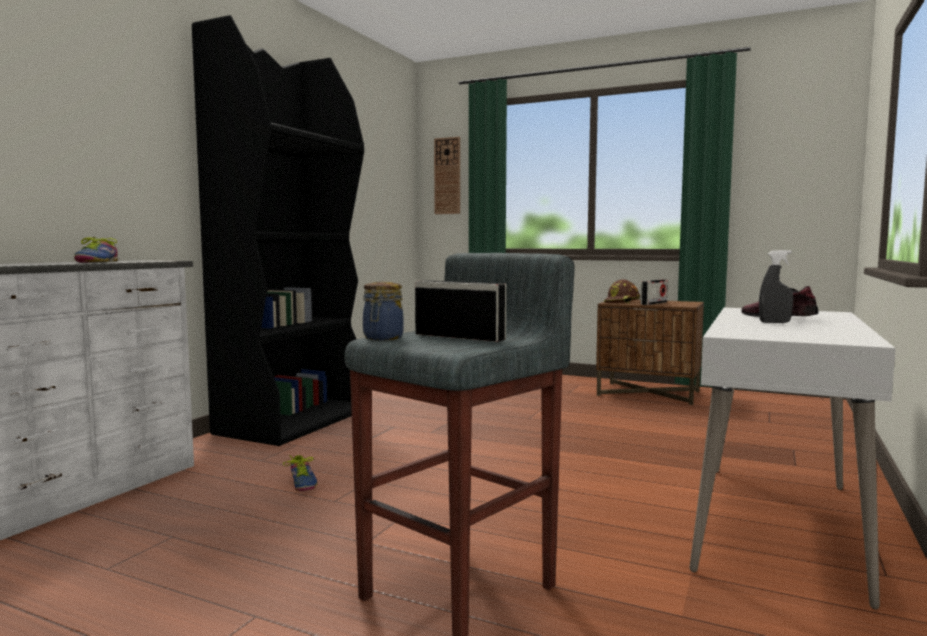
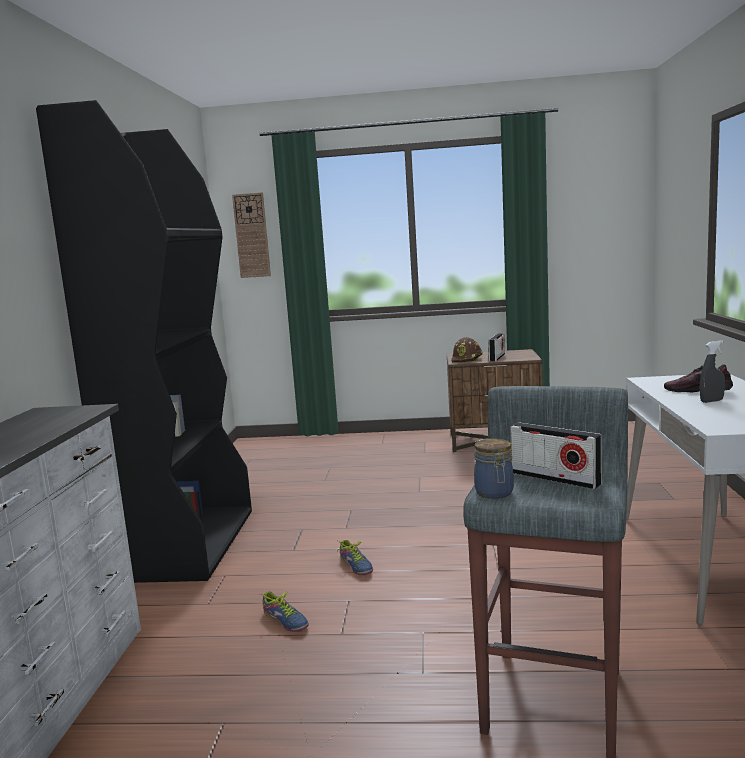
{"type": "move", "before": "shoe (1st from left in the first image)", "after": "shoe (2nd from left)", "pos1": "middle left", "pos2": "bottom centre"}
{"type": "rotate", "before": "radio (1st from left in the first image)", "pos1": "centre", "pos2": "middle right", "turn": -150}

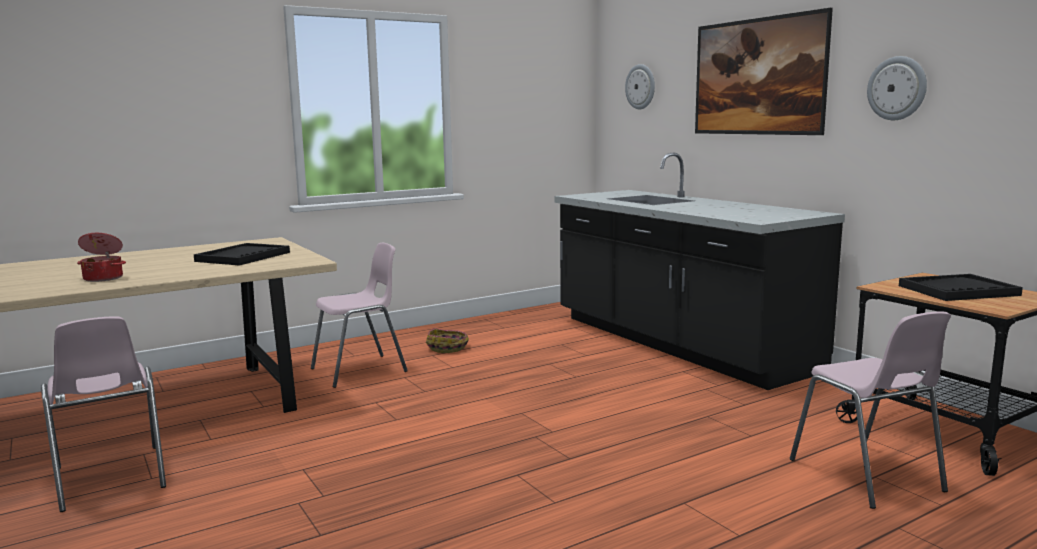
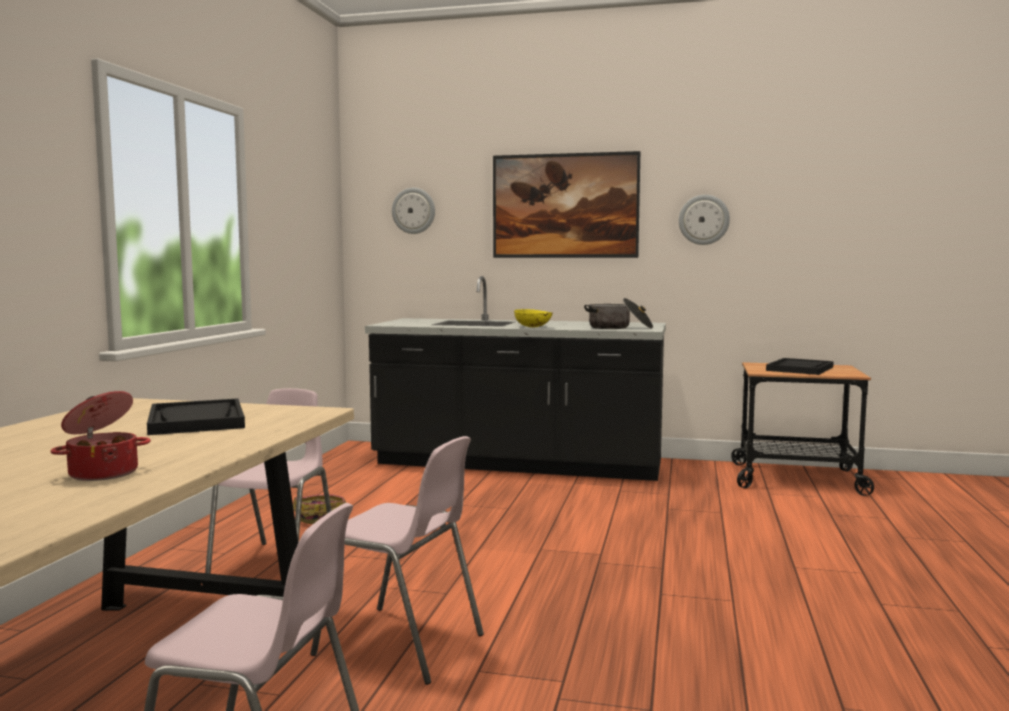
{"type": "insert", "after": "yellow bowl", "pos2": "centre"}
{"type": "insert", "after": "cooking pot (2nd from left)", "pos2": "centre"}
{"type": "move", "before": "pink chair (3rd from left)", "pos1": "bottom right", "pos2": "bottom centre"}

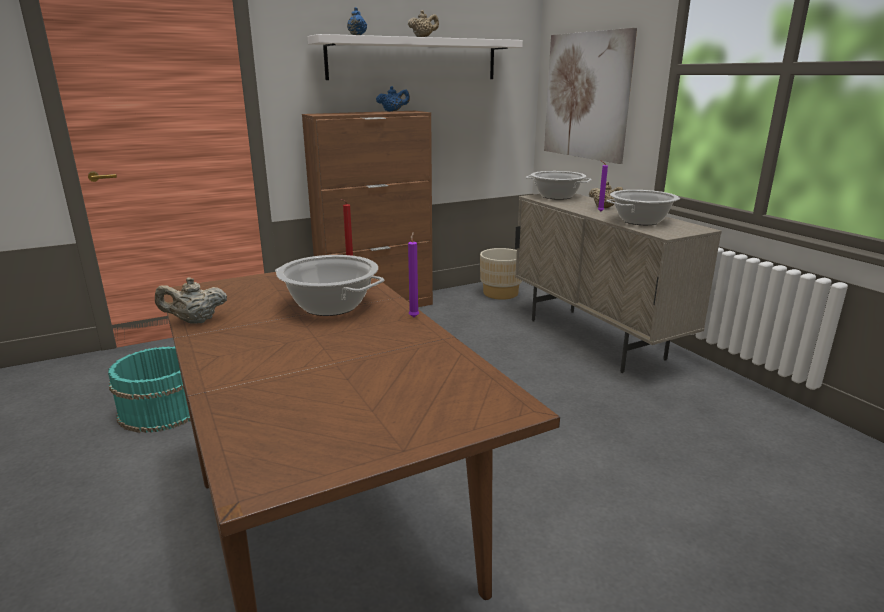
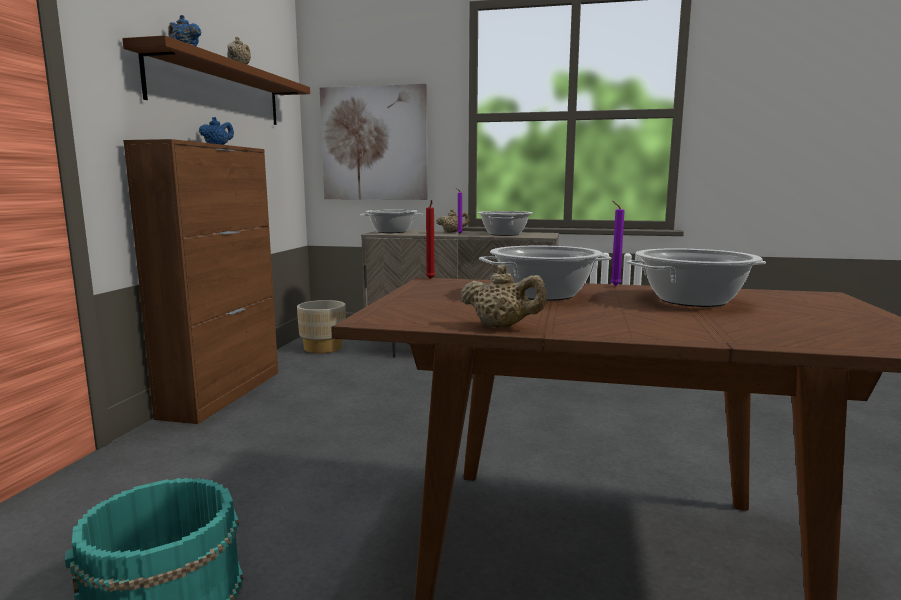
{"type": "insert", "after": "cooking pot (4th from left)", "pos2": "middle right"}
{"type": "recolor", "before": "white shelf", "after": "brown shelf", "pos1": "top centre", "pos2": "top left"}
{"type": "rotate", "before": "beige teapot (1st from left in the first image)", "pos1": "middle left", "pos2": "centre", "turn": -90}

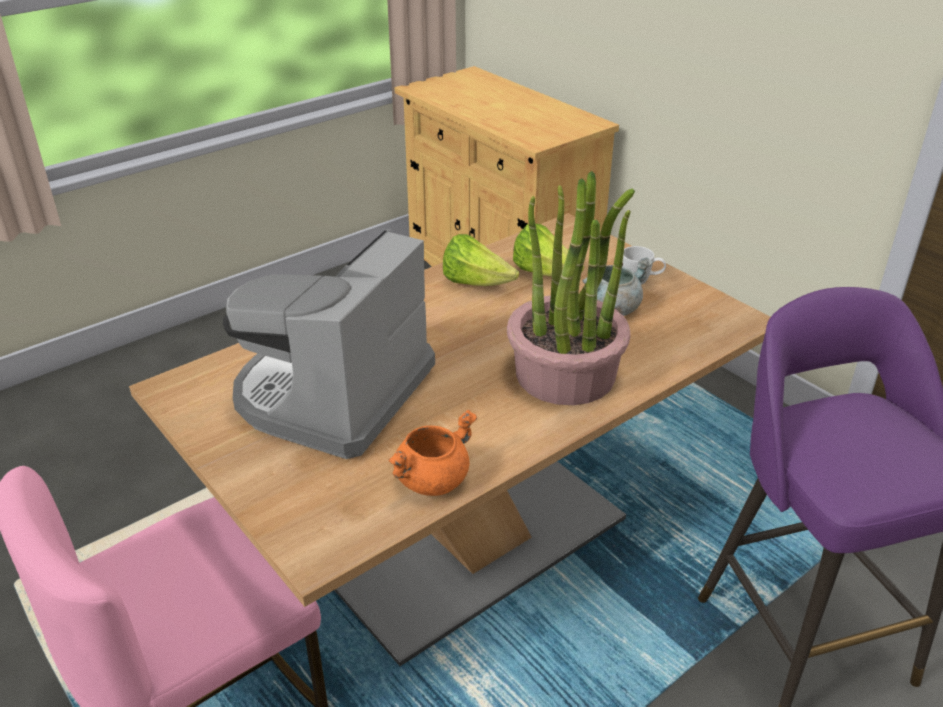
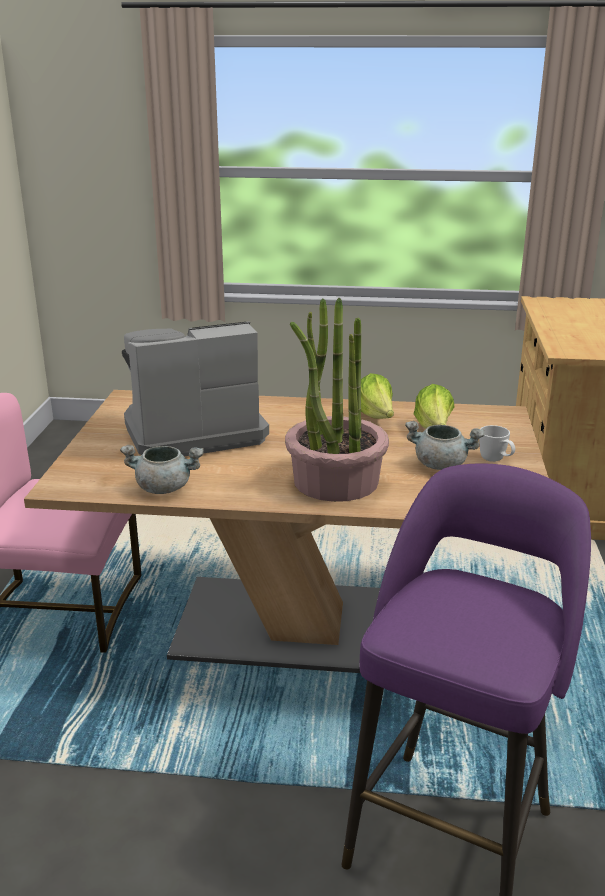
{"type": "recolor", "before": "orange cooking pot", "after": "grey cooking pot (1st from left)", "pos1": "centre", "pos2": "middle left"}

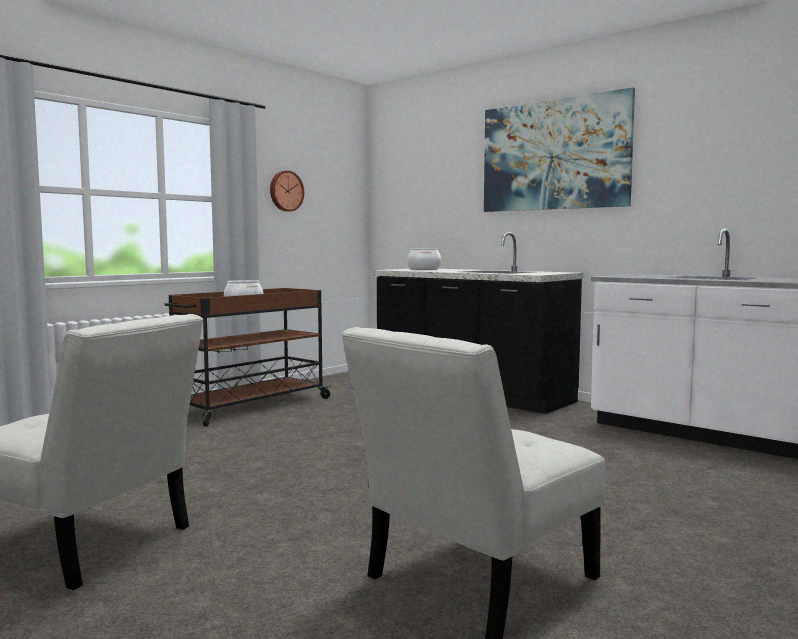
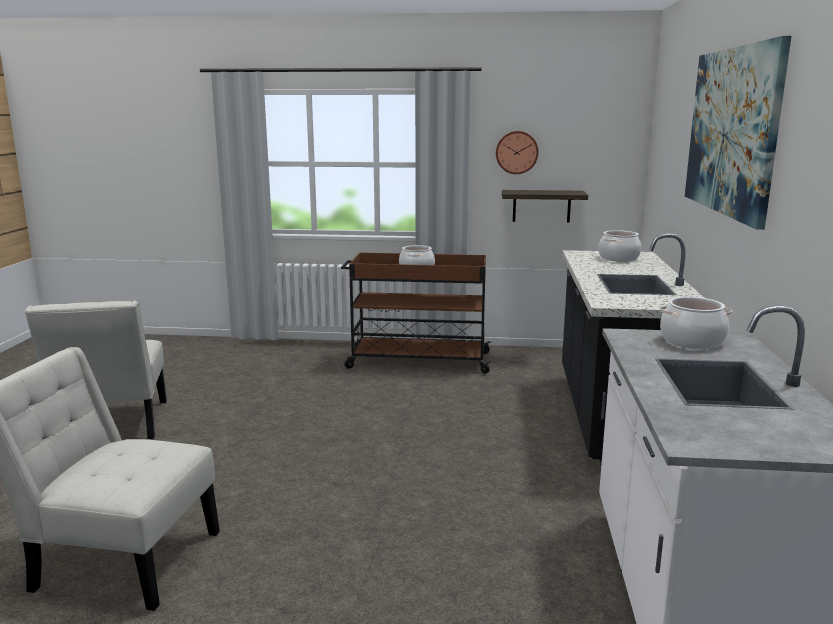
{"type": "insert", "after": "shelf", "pos2": "top centre"}
{"type": "insert", "after": "cooking pot (3rd from left)", "pos2": "middle right"}

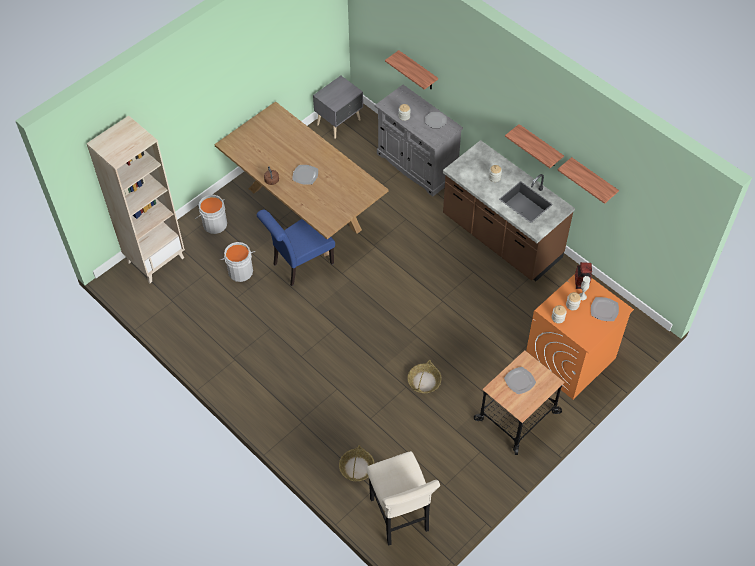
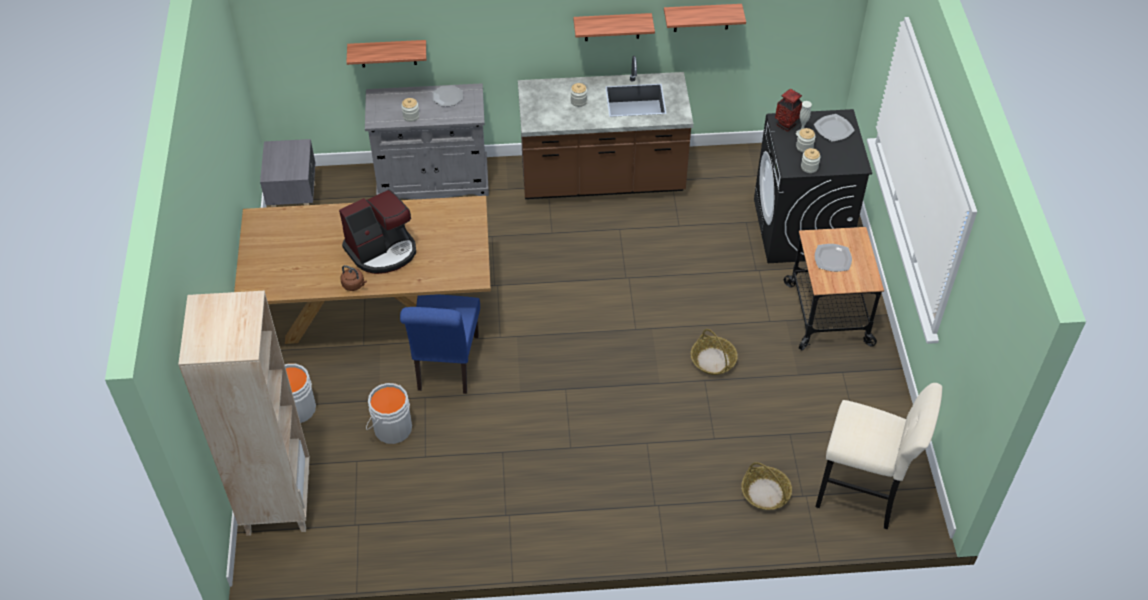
{"type": "replace", "before": "plate (1st from left)", "after": "coffee machine", "pos1": "top centre", "pos2": "middle left"}
{"type": "recolor", "before": "orange washing machine", "after": "black washing machine", "pos1": "middle right", "pos2": "top right"}

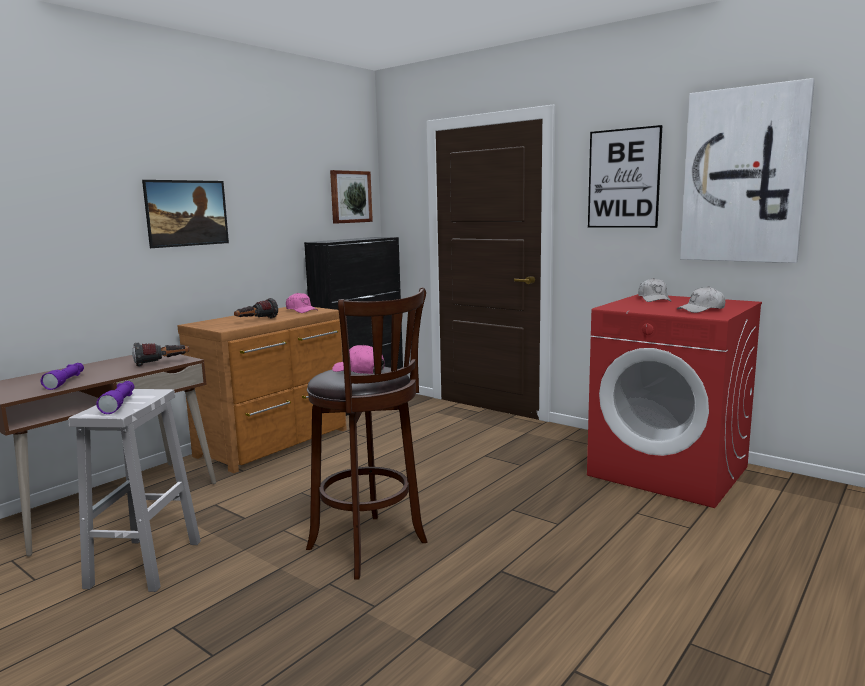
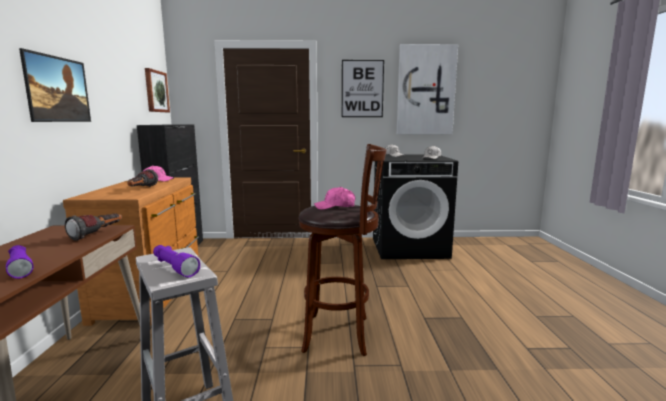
{"type": "recolor", "before": "red washing machine", "after": "black washing machine", "pos1": "middle right", "pos2": "centre"}

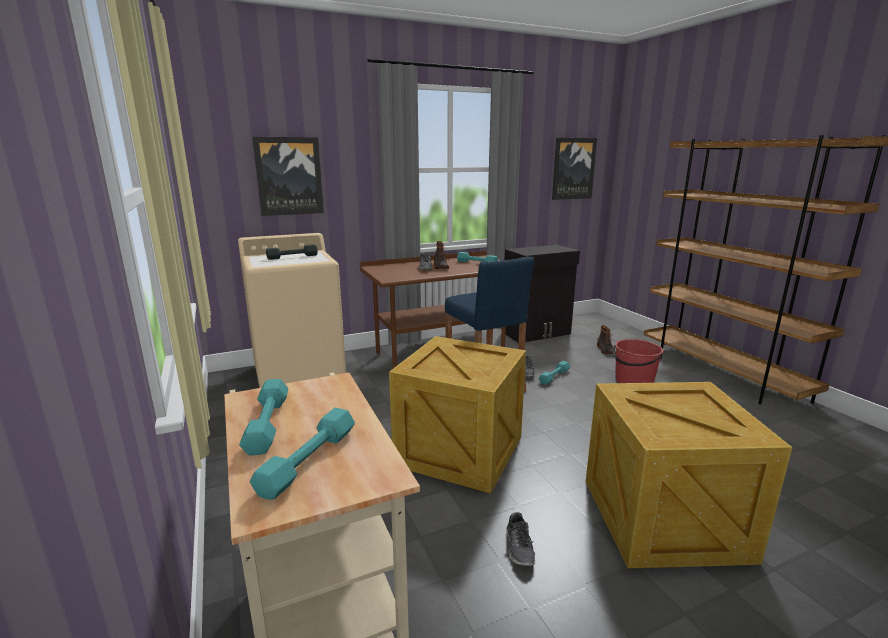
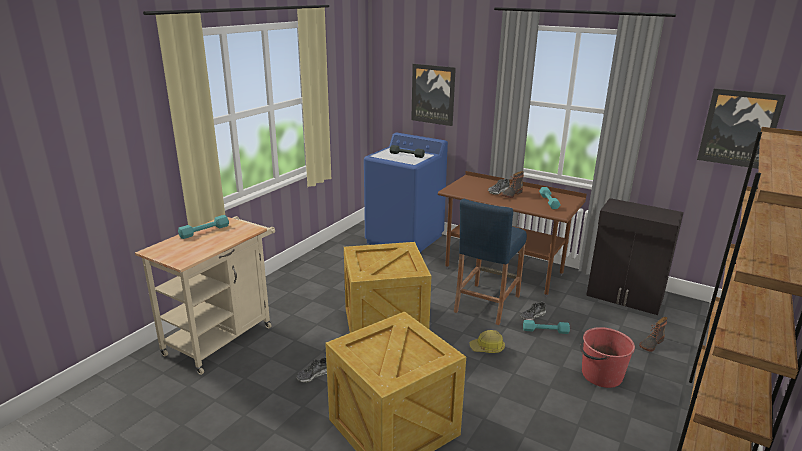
{"type": "delete", "before": "turquoise dumbbell (2nd from left)", "pos1": "bottom centre"}
{"type": "insert", "after": "hard hat", "pos2": "bottom centre"}
{"type": "recolor", "before": "beige washing machine", "after": "blue washing machine", "pos1": "middle left", "pos2": "centre"}

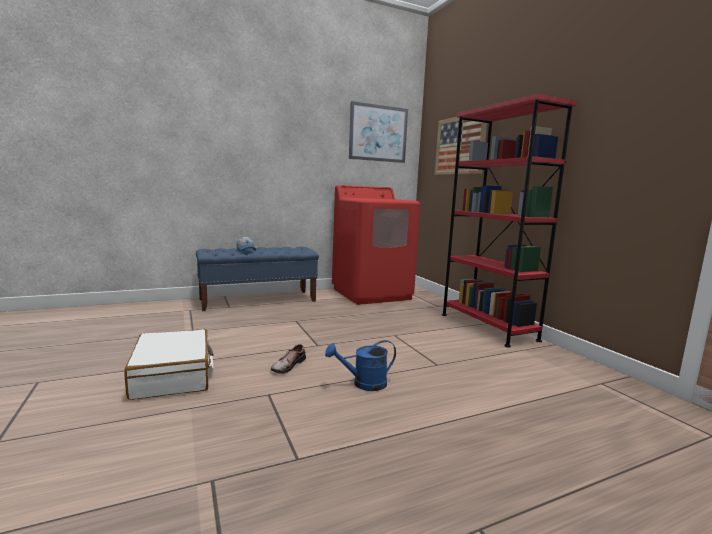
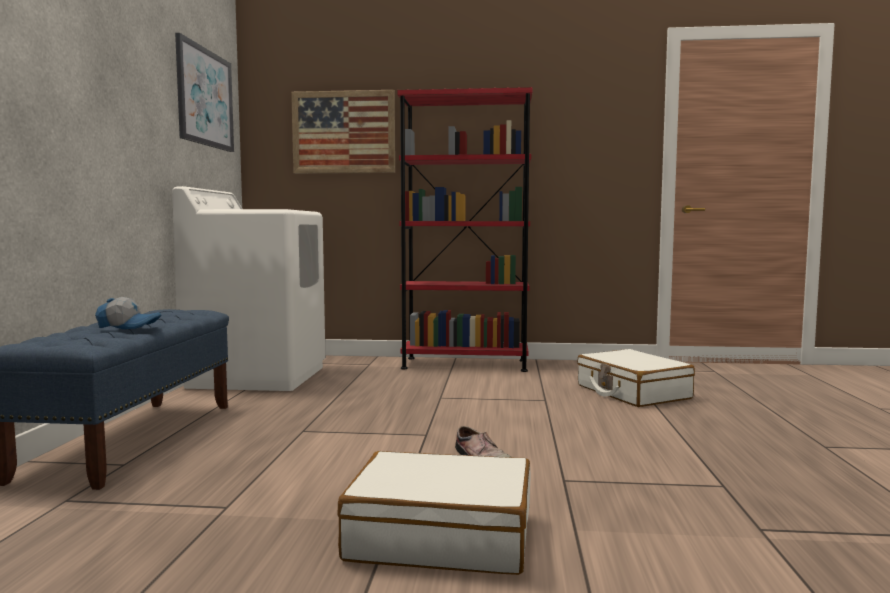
{"type": "delete", "before": "blue watering can", "pos1": "bottom centre"}
{"type": "insert", "after": "white suitcase (2nd from left)", "pos2": "middle right"}
{"type": "recolor", "before": "red washing machine", "after": "white washing machine", "pos1": "centre", "pos2": "middle left"}

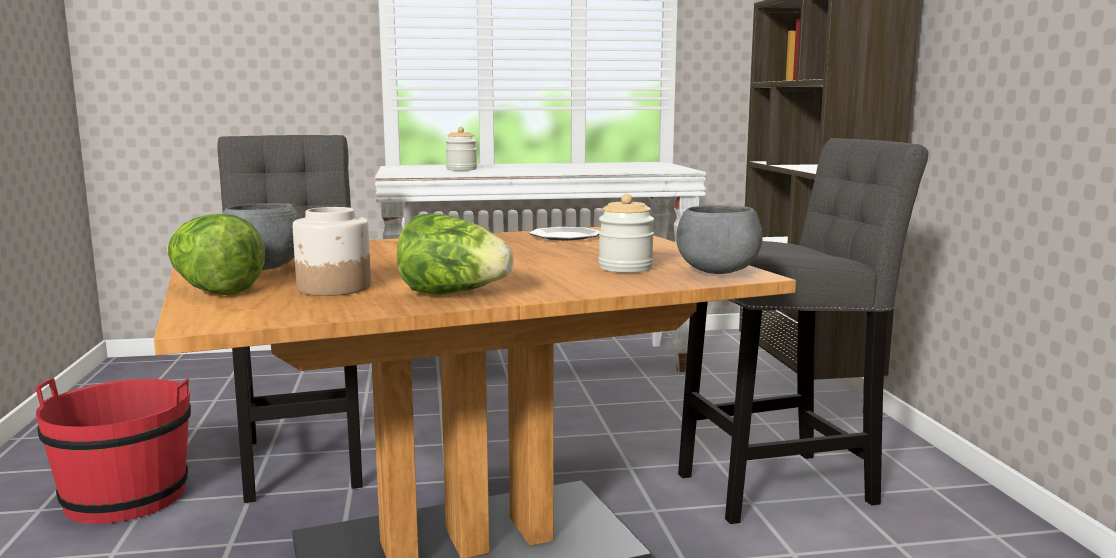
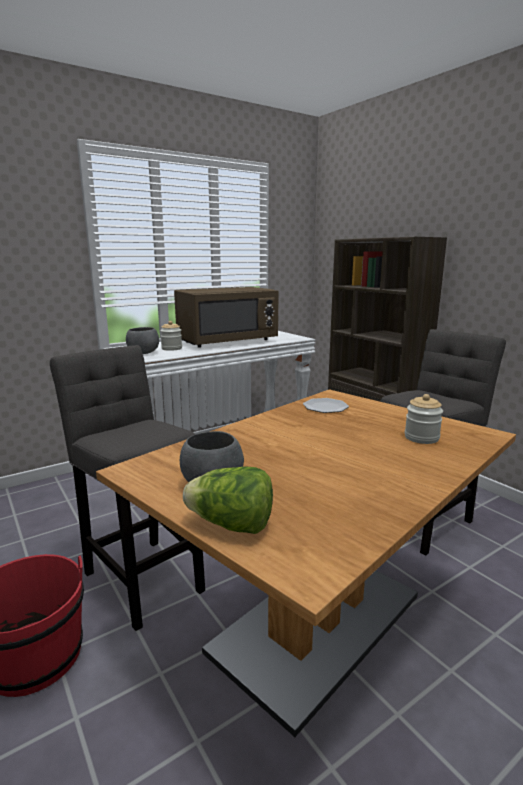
{"type": "delete", "before": "jar (1st from left)", "pos1": "middle left"}
{"type": "delete", "before": "lettuce (2nd from left)", "pos1": "centre"}
{"type": "insert", "after": "brown microwave", "pos2": "centre"}
{"type": "move", "before": "grey bowl (2nd from left in the first image)", "after": "grey bowl (1st from left)", "pos1": "centre", "pos2": "middle left"}

